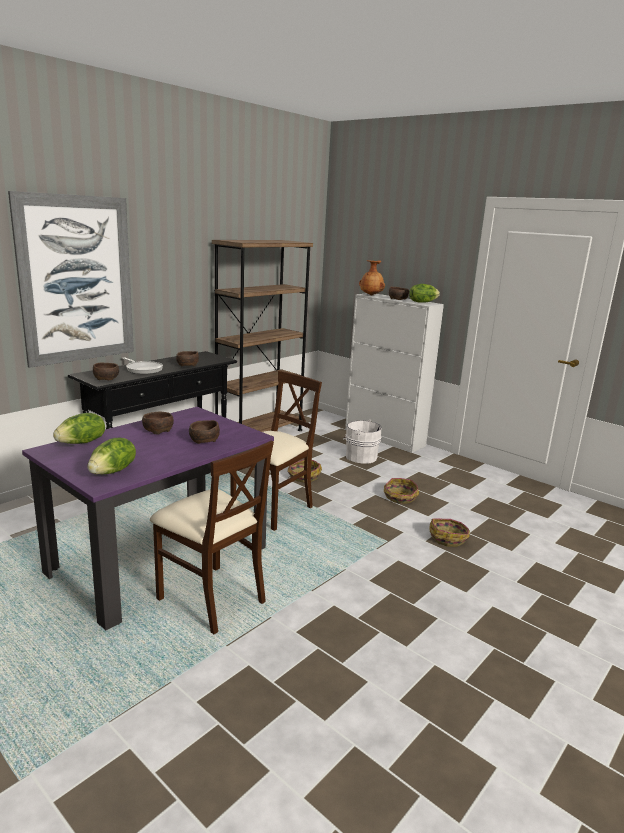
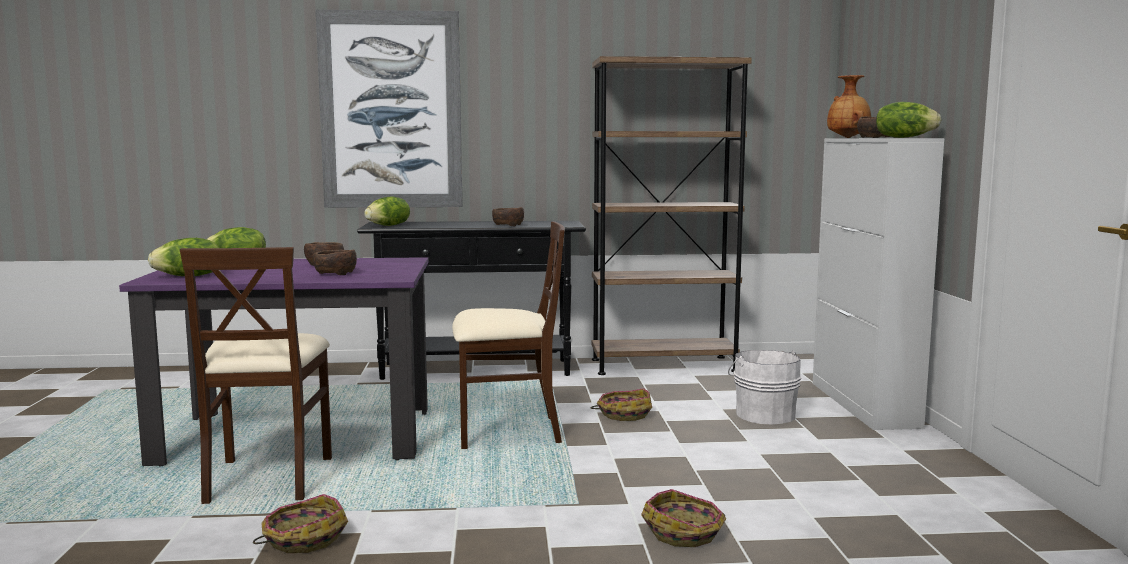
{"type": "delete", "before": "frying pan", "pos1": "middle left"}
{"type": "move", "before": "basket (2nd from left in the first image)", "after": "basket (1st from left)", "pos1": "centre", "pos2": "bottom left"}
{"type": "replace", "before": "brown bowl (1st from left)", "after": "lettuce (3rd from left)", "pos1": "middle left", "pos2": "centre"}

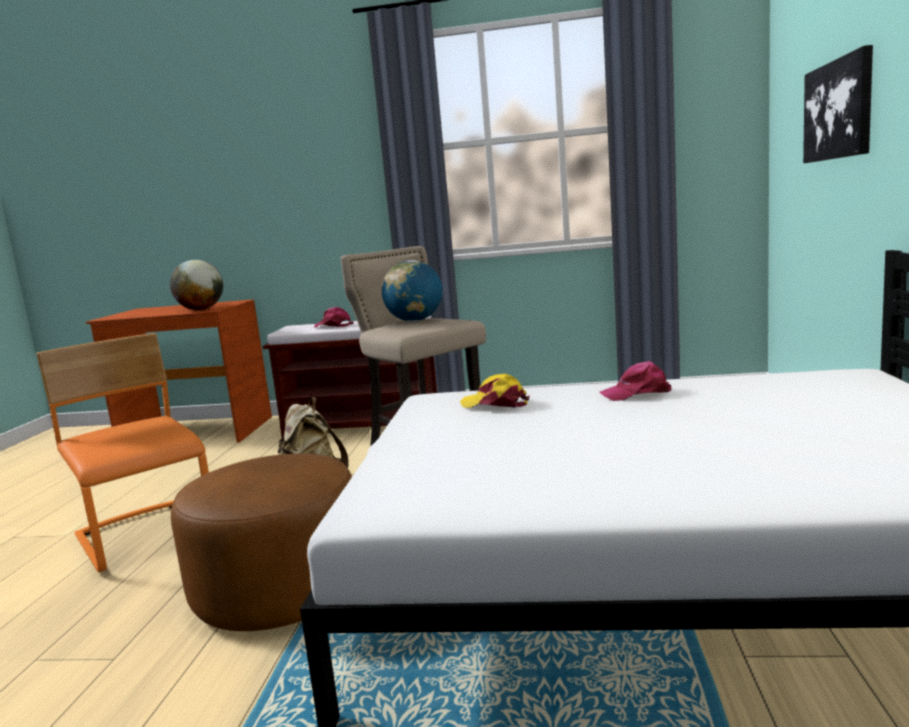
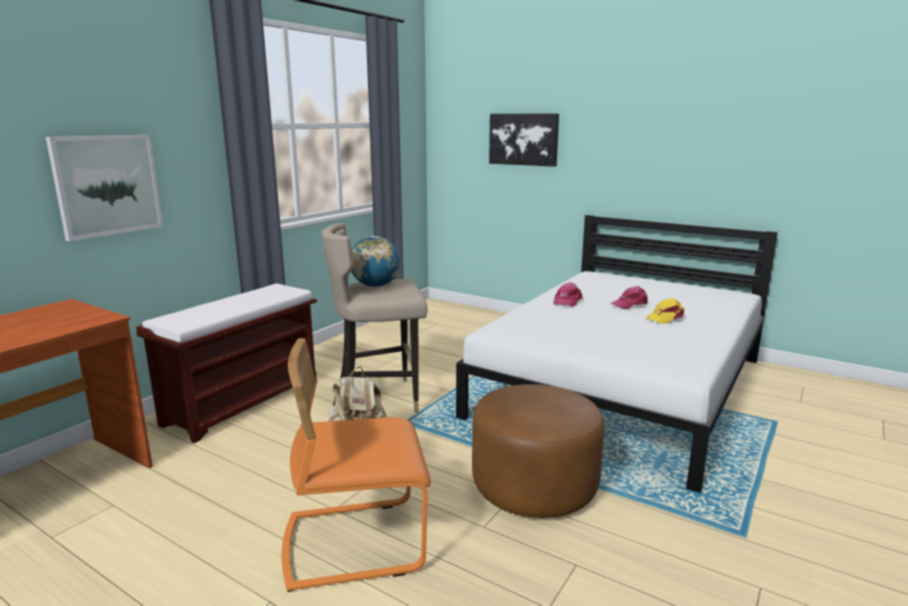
{"type": "delete", "before": "globe (1st from left)", "pos1": "middle left"}
{"type": "insert", "after": "picture (1st from left)", "pos2": "top left"}
{"type": "move", "before": "pink cap (1st from left in the first image)", "after": "pink cap (2nd from left)", "pos1": "centre", "pos2": "middle right"}
{"type": "move", "before": "yellow cap", "pos1": "centre", "pos2": "middle right"}

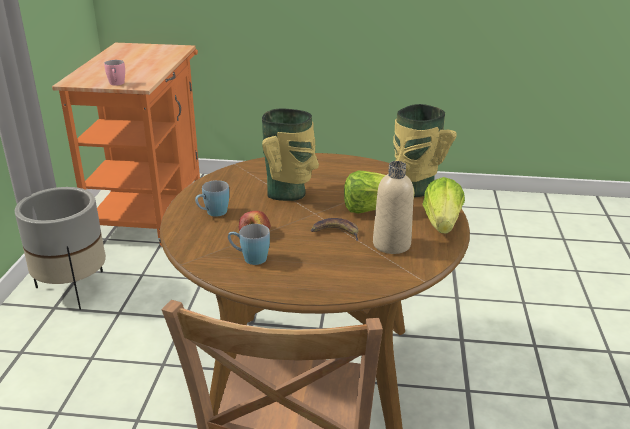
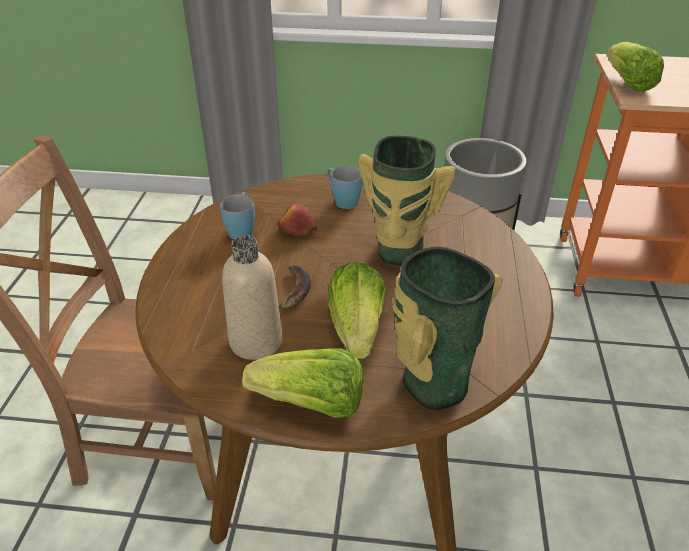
{"type": "replace", "before": "pink mug", "after": "lettuce (3rd from left)", "pos1": "top left", "pos2": "top right"}

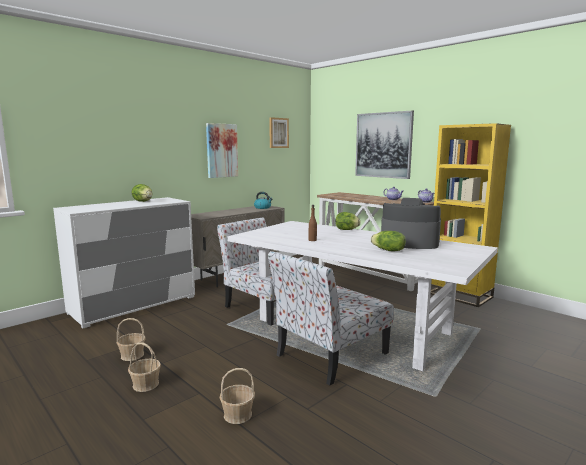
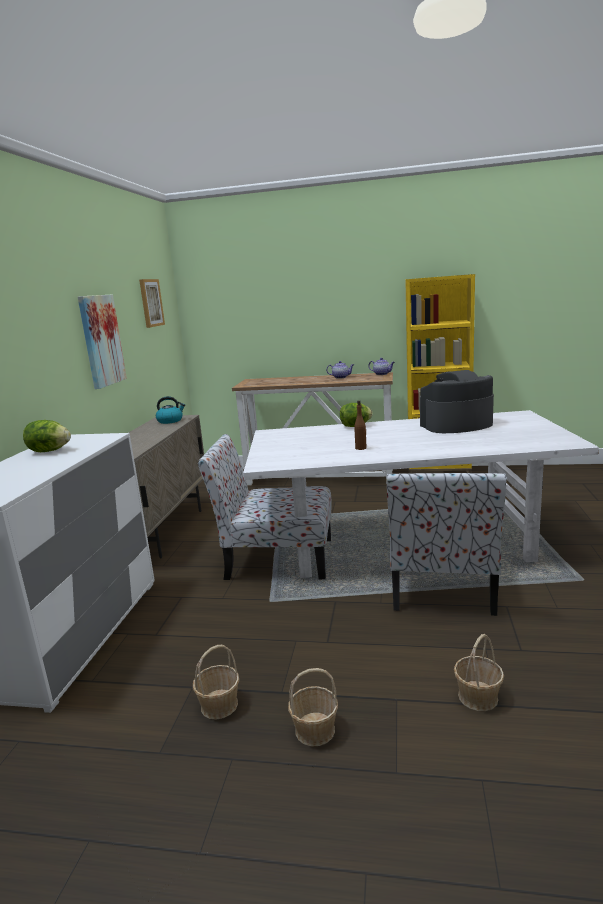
{"type": "delete", "before": "picture (3rd from left)", "pos1": "top centre"}
{"type": "delete", "before": "lettuce (3rd from left)", "pos1": "centre"}

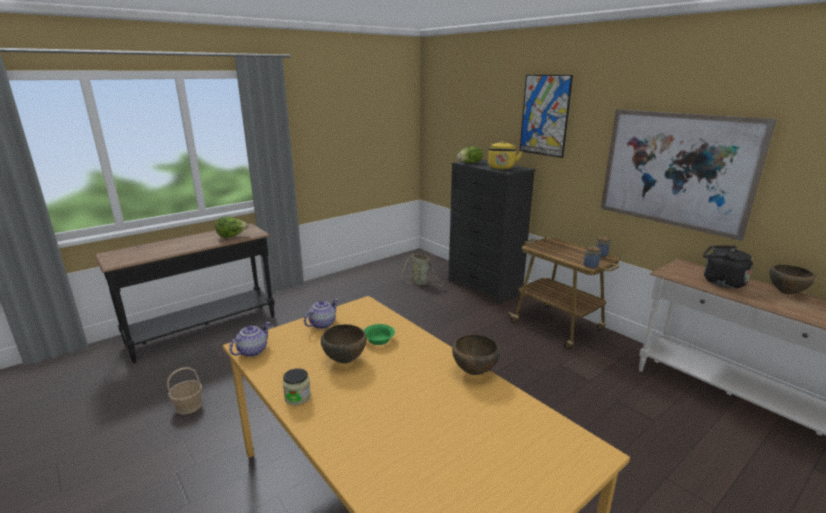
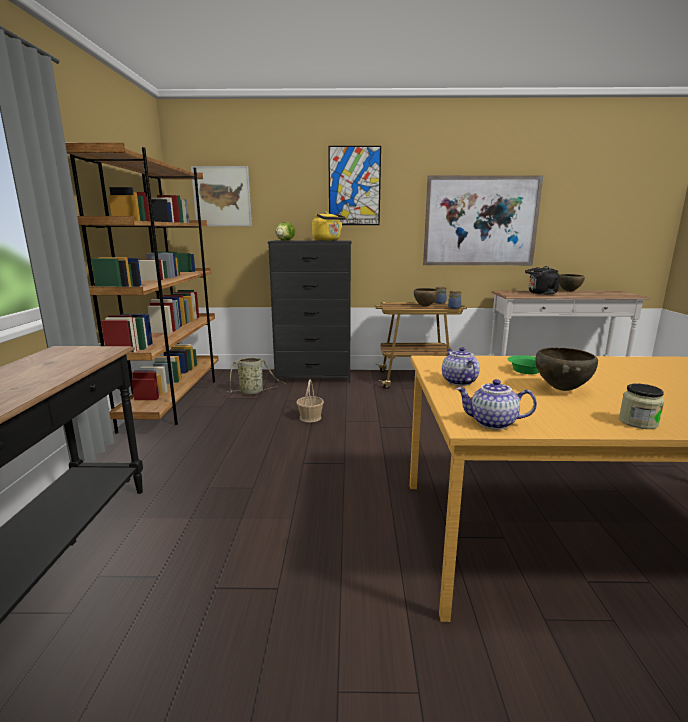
{"type": "delete", "before": "lettuce (1st from left)", "pos1": "middle left"}
{"type": "insert", "after": "brown bookcase", "pos2": "middle left"}
{"type": "insert", "after": "picture (1st from left)", "pos2": "top left"}
{"type": "move", "before": "basket (1st from left in the first image)", "after": "basket (2nd from left)", "pos1": "bottom left", "pos2": "centre"}
{"type": "move", "before": "brown bowl (2nd from left in the first image)", "after": "brown bowl (1st from left)", "pos1": "bottom centre", "pos2": "centre"}
{"type": "rotate", "before": "teapot (1st from left in the first image)", "pos1": "middle left", "pos2": "middle right", "turn": -60}

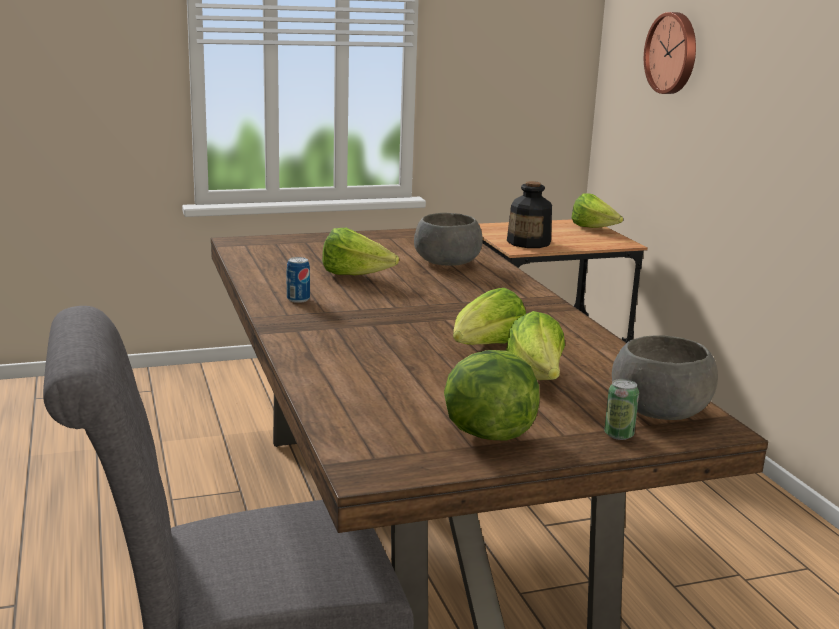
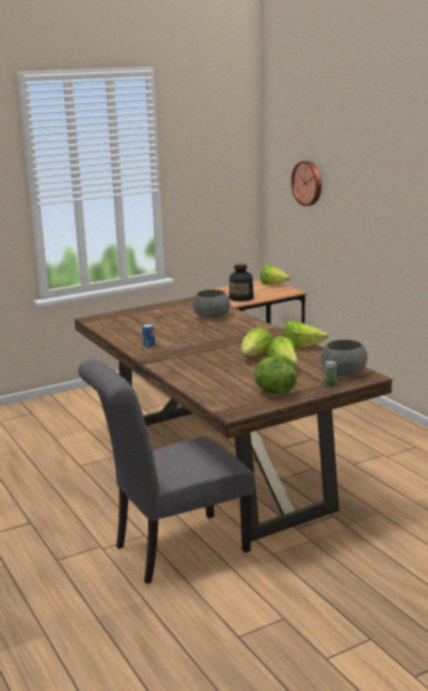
{"type": "move", "before": "lettuce (1st from left in the first image)", "after": "lettuce (5th from left)", "pos1": "centre", "pos2": "middle right"}

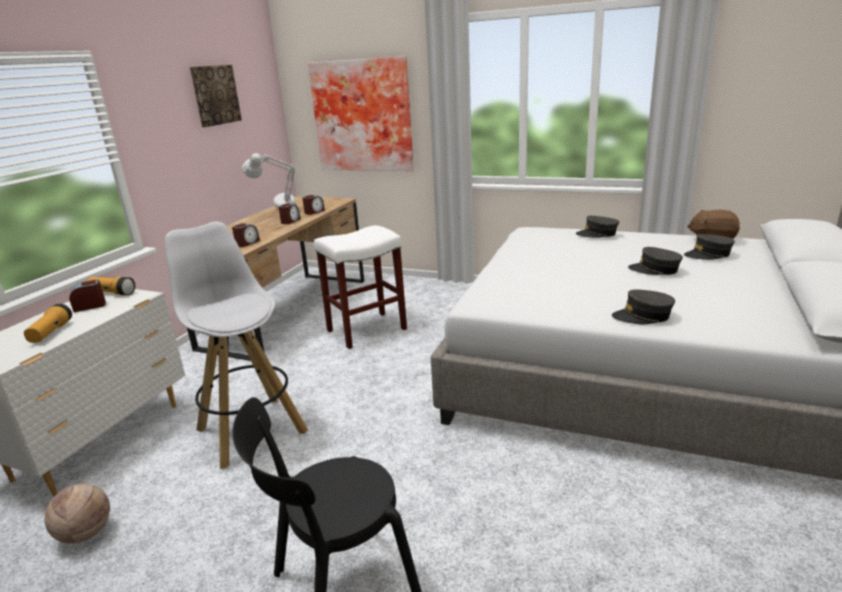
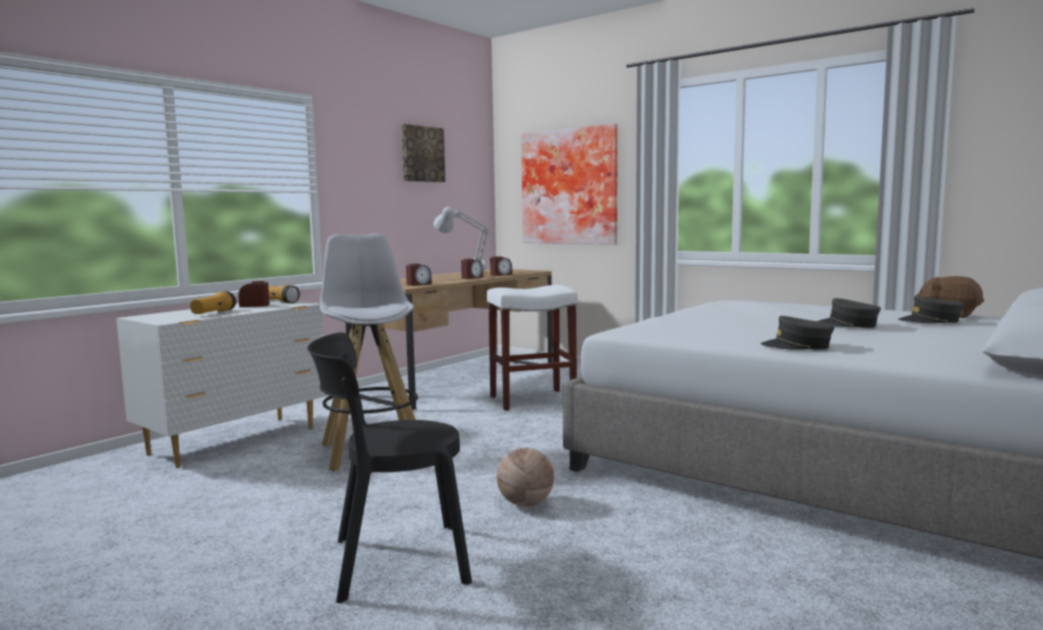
{"type": "delete", "before": "grey cap (1st from left)", "pos1": "middle right"}
{"type": "move", "before": "basketball", "pos1": "bottom left", "pos2": "bottom centre"}

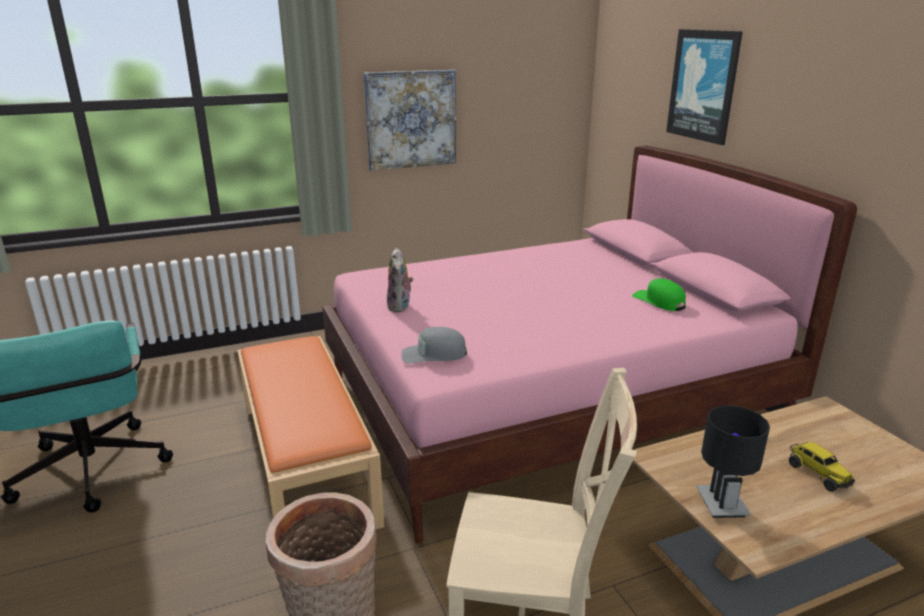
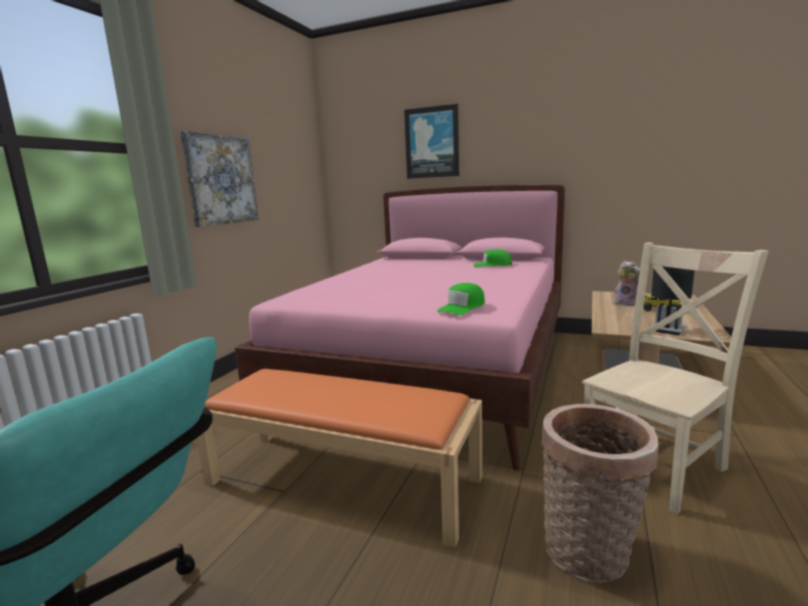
{"type": "move", "before": "plush toy", "pos1": "centre", "pos2": "middle right"}
{"type": "recolor", "before": "grey cap", "after": "green cap (1st from left)", "pos1": "centre", "pos2": "centre"}

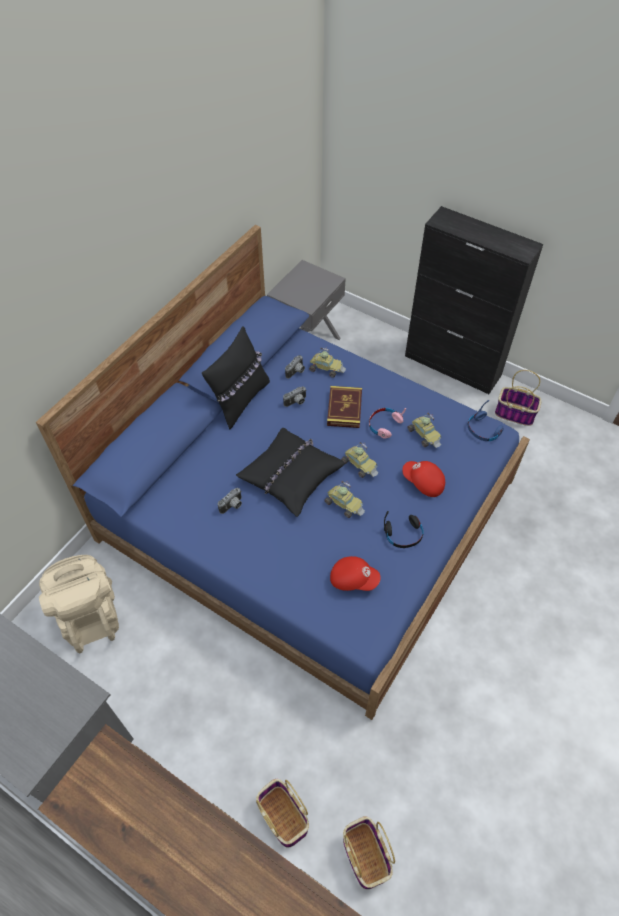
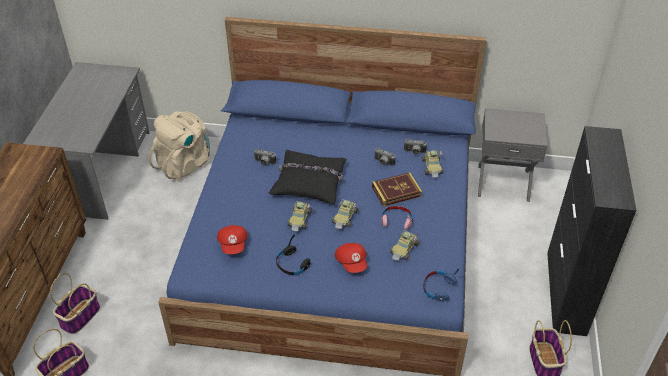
{"type": "delete", "before": "black pillow (1st from left)", "pos1": "centre"}
{"type": "rotate", "before": "red cap (2nd from left)", "pos1": "middle right", "pos2": "bottom centre", "turn": 150}

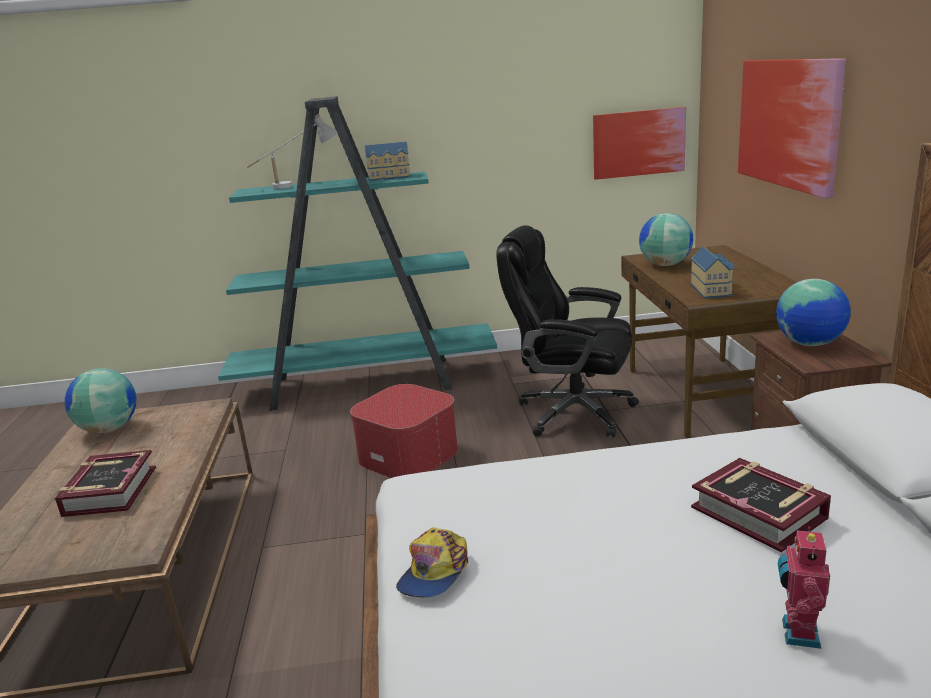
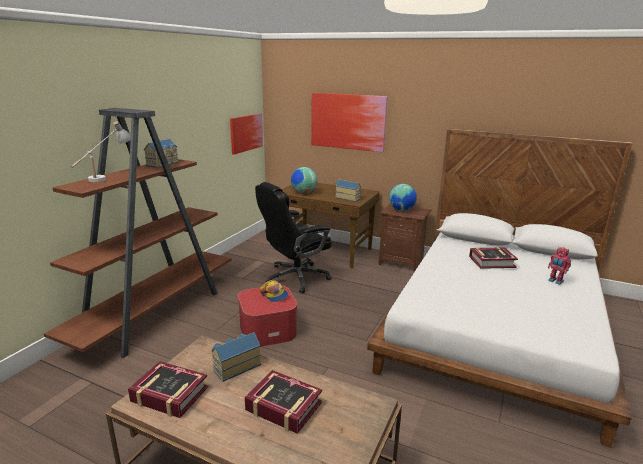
{"type": "insert", "after": "toy house (2nd from left)", "pos2": "bottom centre"}
{"type": "move", "before": "cap", "pos1": "bottom centre", "pos2": "centre"}
{"type": "replace", "before": "globe (1st from left)", "after": "book (1st from left)", "pos1": "middle left", "pos2": "bottom left"}
{"type": "recolor", "before": "turquoise bookcase", "after": "brown bookcase", "pos1": "centre", "pos2": "middle left"}

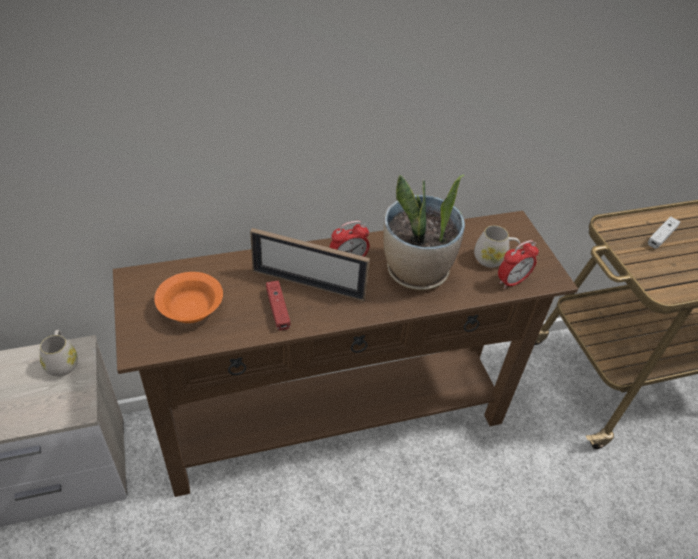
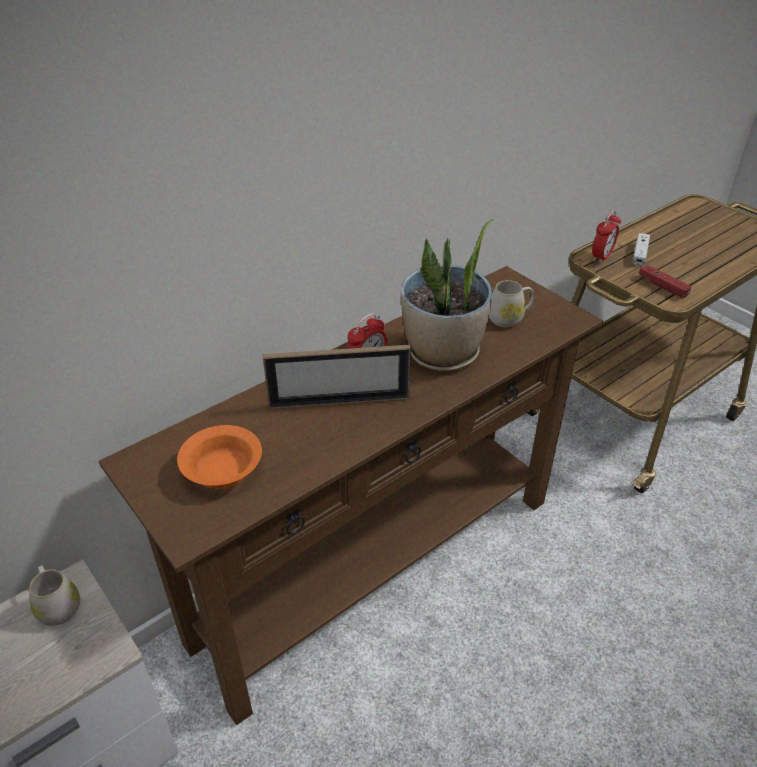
{"type": "move", "before": "red game controller", "pos1": "centre", "pos2": "middle right"}
{"type": "move", "before": "alarm clock (2nd from left)", "pos1": "middle right", "pos2": "top right"}

